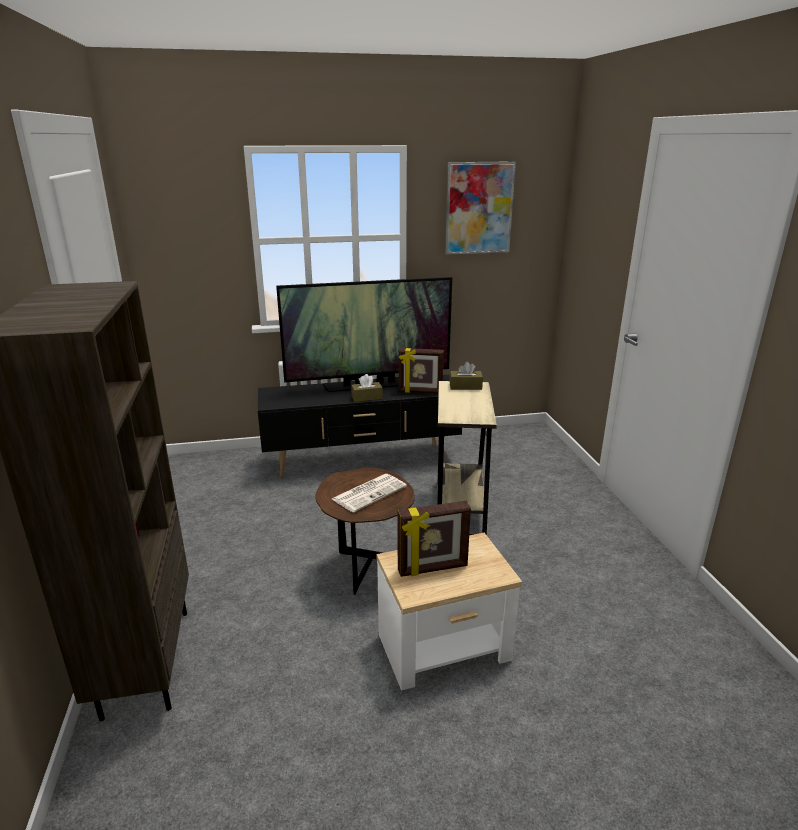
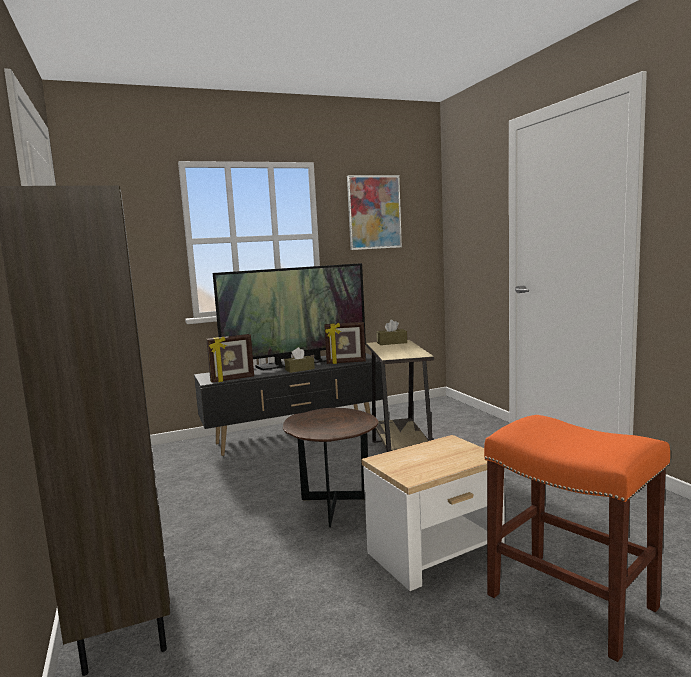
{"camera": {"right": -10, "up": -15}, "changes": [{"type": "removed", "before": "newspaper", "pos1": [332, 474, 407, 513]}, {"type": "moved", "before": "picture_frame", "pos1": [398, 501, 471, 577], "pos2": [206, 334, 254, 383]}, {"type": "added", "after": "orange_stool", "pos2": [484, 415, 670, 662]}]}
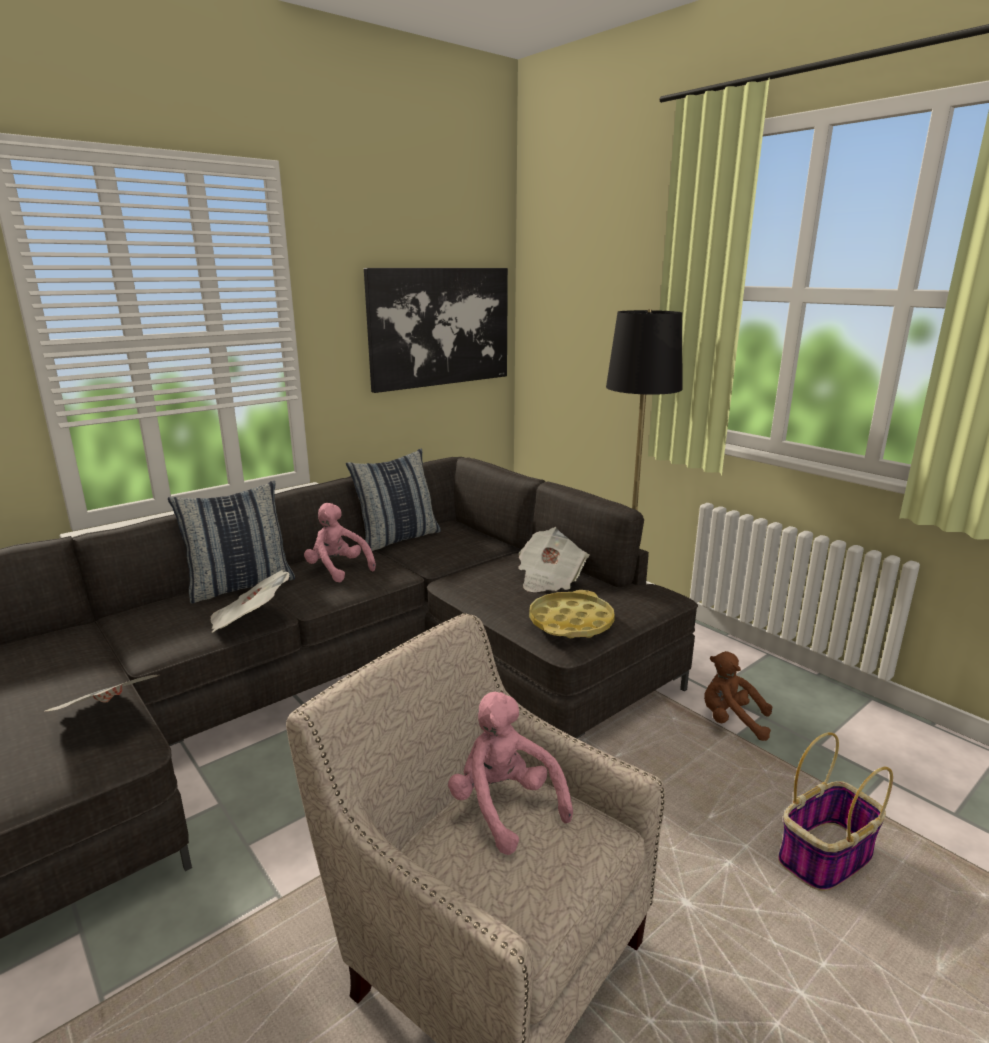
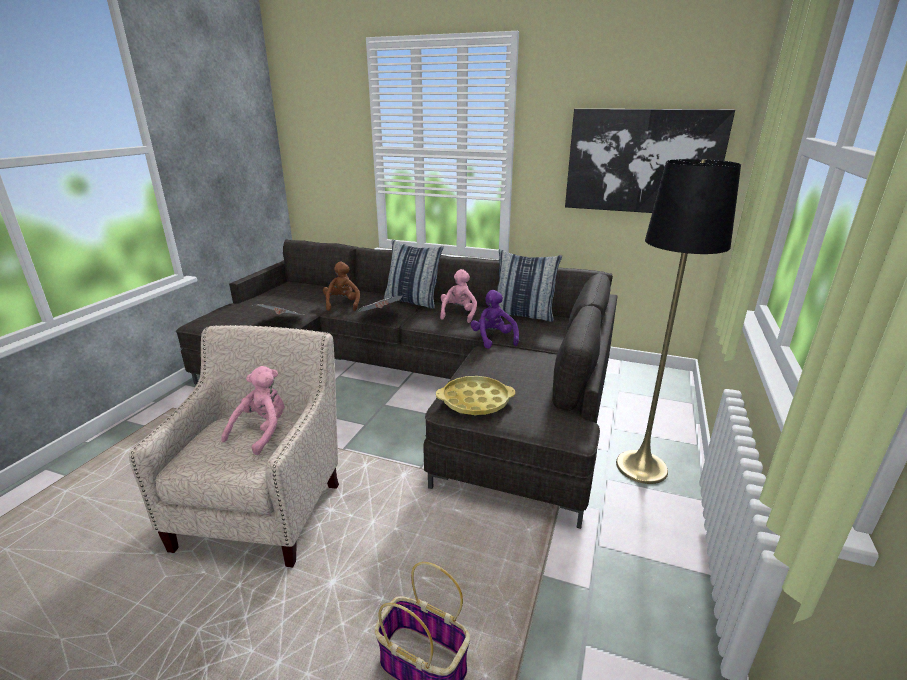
{"camera": {"right": 60, "up": 5}, "changes": [{"type": "removed", "before": "newspaper", "pos1": [518, 527, 590, 592]}, {"type": "moved", "before": "brown_plush_toy", "pos1": [704, 651, 772, 741], "pos2": [323, 262, 360, 311]}, {"type": "added", "after": "purple_plush_toy", "pos2": [471, 290, 519, 349]}]}
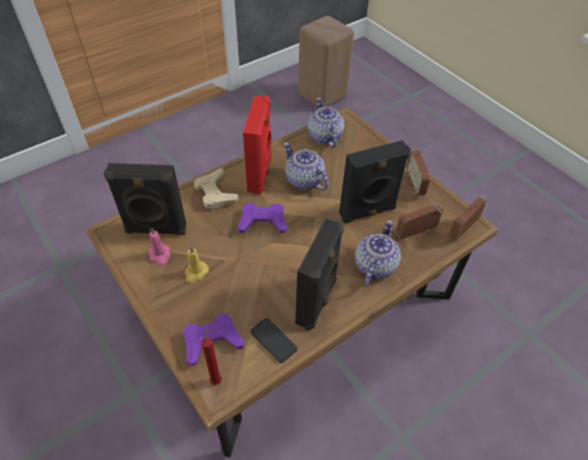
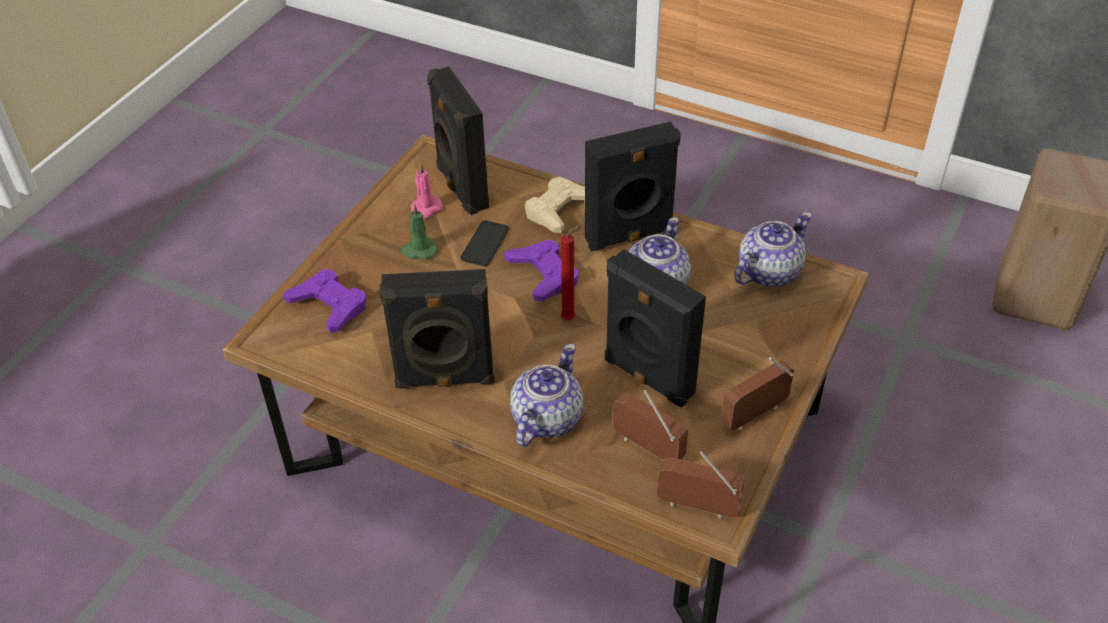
{"camera": {"right": 65, "up": -5}, "changes": [{"type": "recoloured", "before": "red_speaker", "after": "black_speaker", "pos1": [243, 95, 272, 194], "pos2": [585, 122, 681, 251]}, {"type": "turned", "before": "teapot", "pos1": [355, 220, 401, 286], "pos2": [510, 344, 583, 447], "turn": -60}, {"type": "recoloured", "before": "yellow_candle", "after": "green_candle", "pos1": [184, 246, 209, 283], "pos2": [400, 204, 438, 259]}, {"type": "moved", "before": "phone", "pos1": [250, 318, 297, 363], "pos2": [461, 221, 509, 266]}, {"type": "moved", "before": "red_candle", "pos1": [201, 327, 222, 385], "pos2": [561, 225, 580, 320]}]}
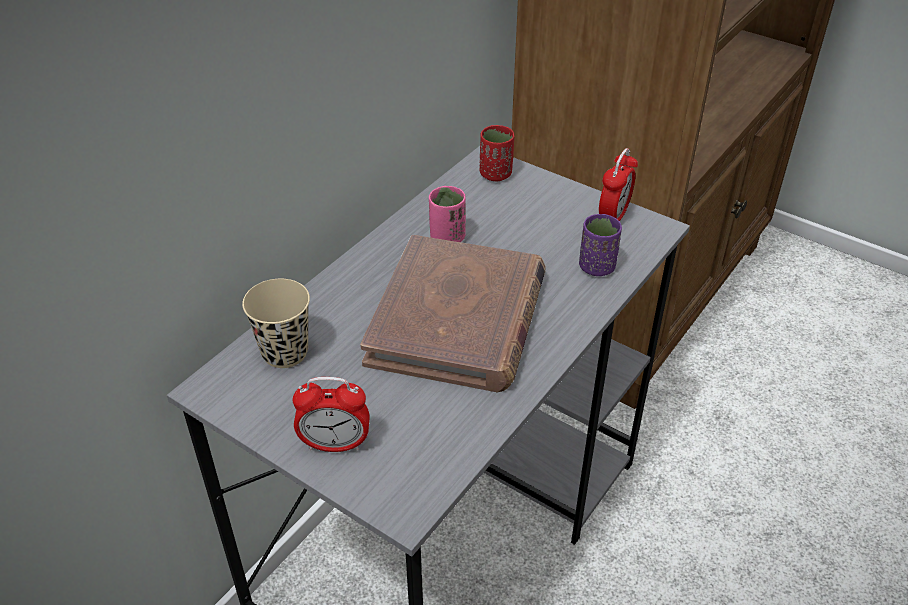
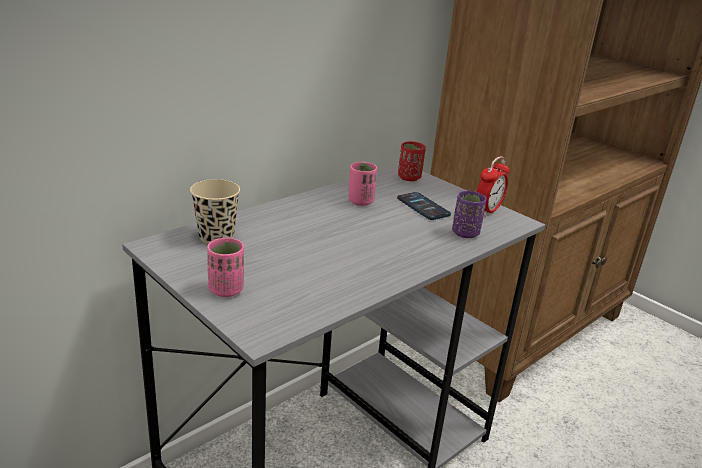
{"camera": {"right": 10, "up": -15}, "changes": [{"type": "removed", "before": "brown_book", "pos1": [360, 235, 546, 393]}, {"type": "replaced", "before": "alarm_clock", "after": "pink_cup", "pos1": [293, 377, 370, 452], "pos2": [207, 238, 244, 297]}, {"type": "added", "after": "phone", "pos2": [397, 192, 451, 220]}]}
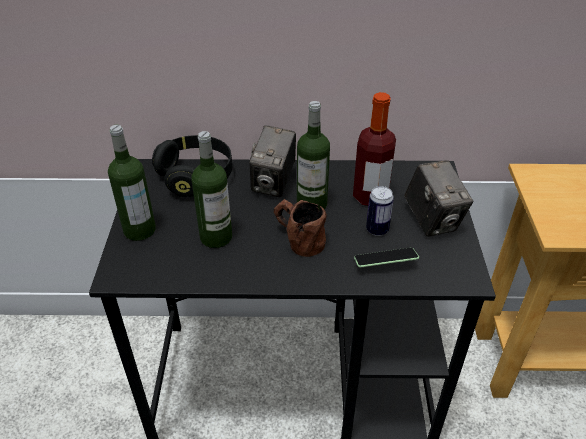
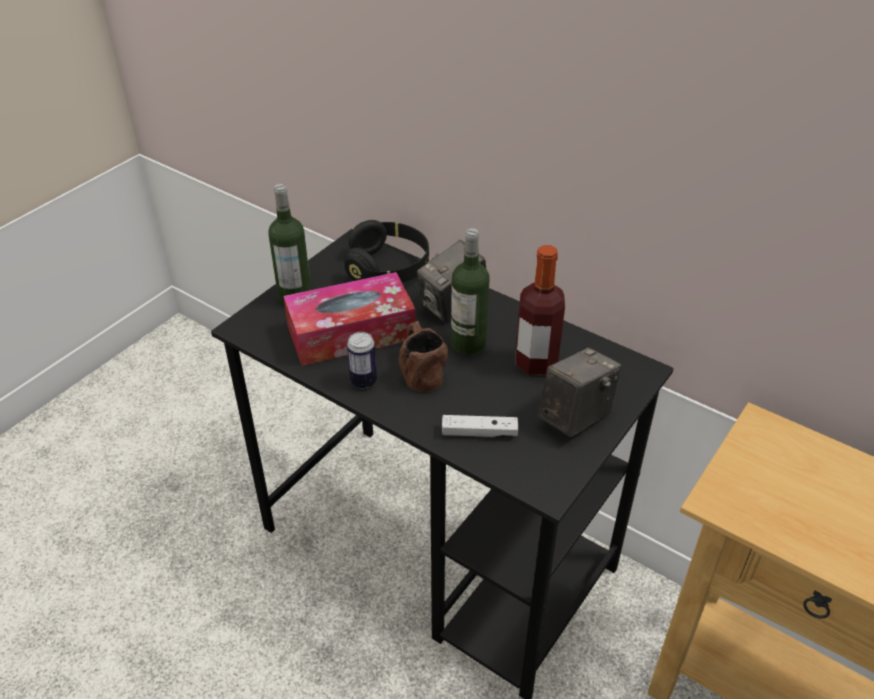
{"camera": {"right": 35, "up": 0}, "changes": [{"type": "replaced", "before": "bottle", "after": "tissue_box", "pos1": [191, 131, 232, 248], "pos2": [284, 272, 416, 366]}, {"type": "turned", "before": "photo_camera", "pos1": [404, 160, 473, 237], "pos2": [538, 348, 621, 437], "turn": -150}, {"type": "moved", "before": "can", "pos1": [366, 186, 394, 236], "pos2": [347, 332, 377, 389]}, {"type": "replaced", "before": "phone", "after": "white_game_controller", "pos1": [354, 248, 419, 268], "pos2": [442, 415, 518, 437]}]}
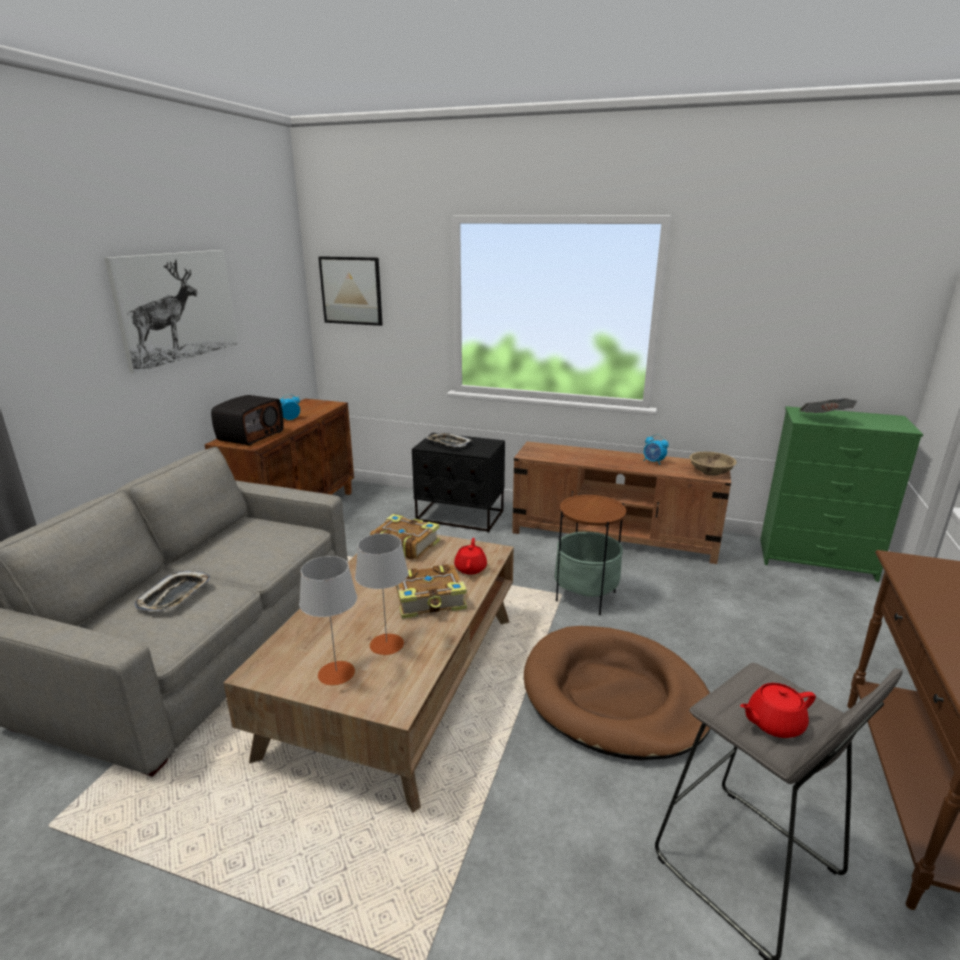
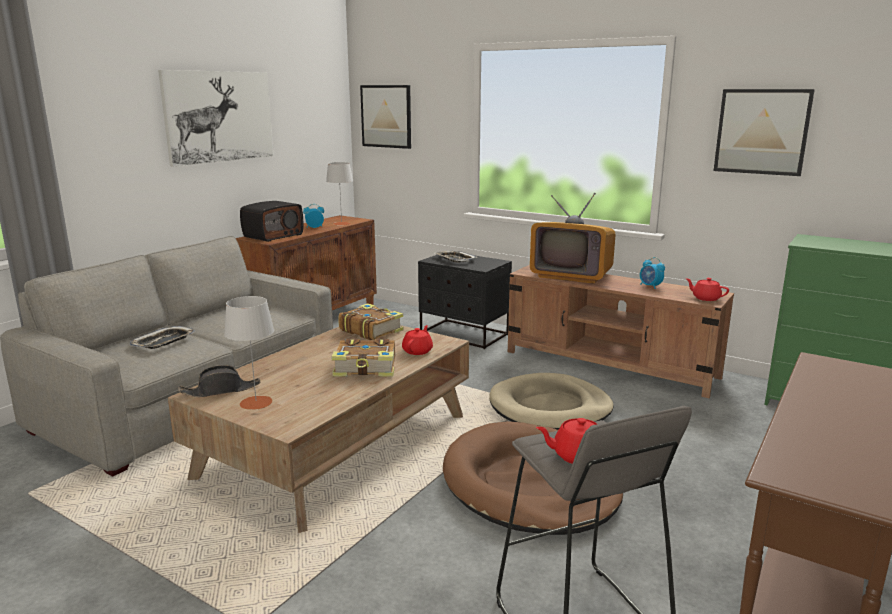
{"camera": {"right": 15, "up": -5}, "changes": [{"type": "removed", "before": "newspaper", "pos1": [800, 398, 857, 413]}, {"type": "replaced", "before": "beige_bowl", "after": "red_teapot", "pos1": [690, 452, 737, 476], "pos2": [685, 278, 729, 301]}, {"type": "replaced", "before": "side_table", "after": "beige_dog_bed", "pos1": [555, 494, 626, 615], "pos2": [489, 373, 613, 430]}, {"type": "moved", "before": "grey_table_lamp", "pos1": [355, 534, 408, 655], "pos2": [326, 162, 353, 225]}, {"type": "added", "after": "picture", "pos2": [714, 89, 815, 176]}, {"type": "added", "after": "television", "pos2": [530, 193, 616, 283]}, {"type": "added", "after": "black_hat", "pos2": [179, 365, 261, 397]}]}
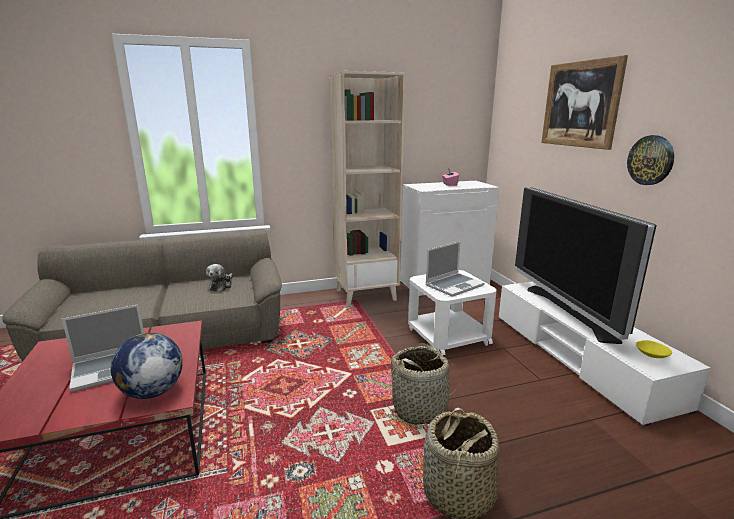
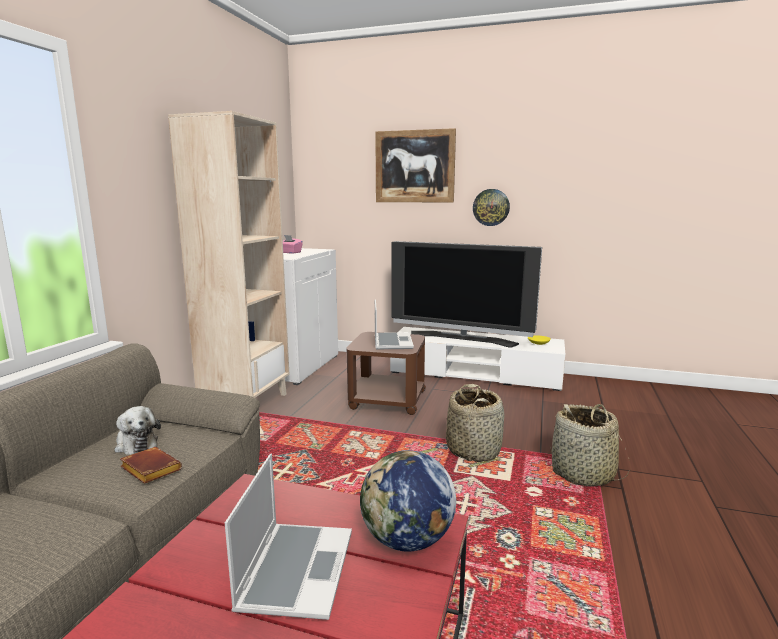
{"camera": {"right": -55, "up": -5}, "changes": [{"type": "recoloured", "before": "white_side_table", "after": "brown_side_table", "pos1": [408, 270, 497, 356], "pos2": [347, 332, 426, 415]}, {"type": "added", "after": "brown_book", "pos2": [120, 447, 182, 484]}]}
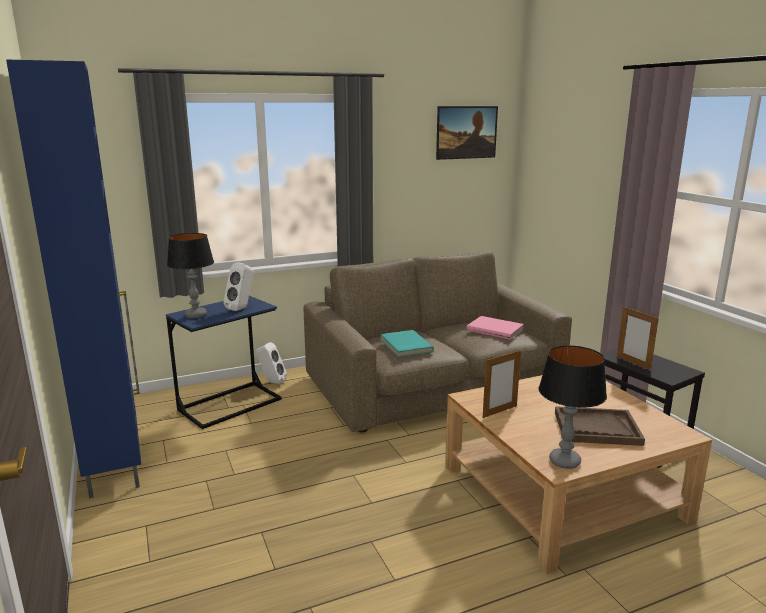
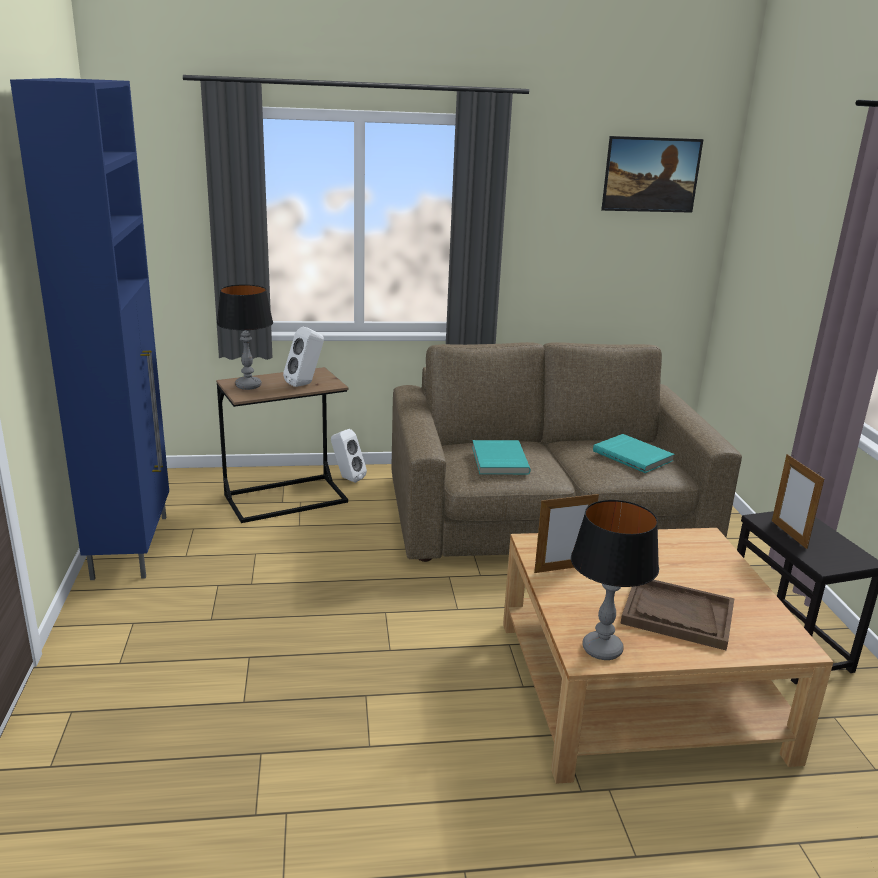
{"camera": {"right": 15, "up": 5}, "changes": [{"type": "recoloured", "before": "blue_side_table", "after": "brown_side_table", "pos1": [166, 296, 282, 429], "pos2": [216, 367, 349, 523]}, {"type": "recoloured", "before": "pink_book", "after": "turquoise_book", "pos1": [466, 316, 524, 340], "pos2": [593, 434, 674, 473]}]}
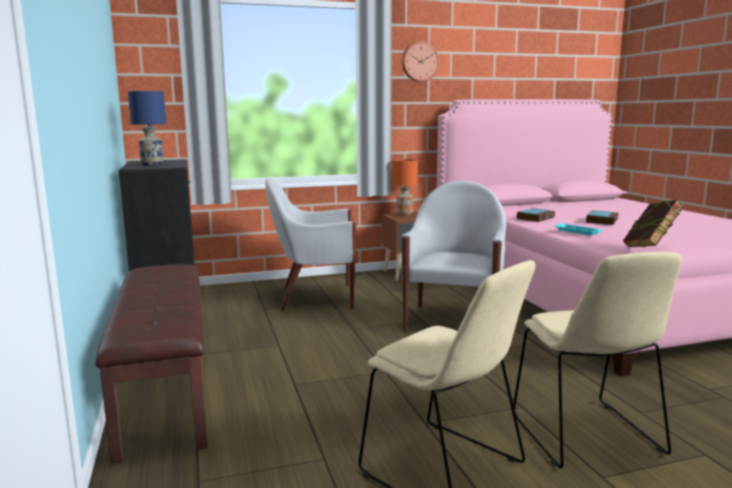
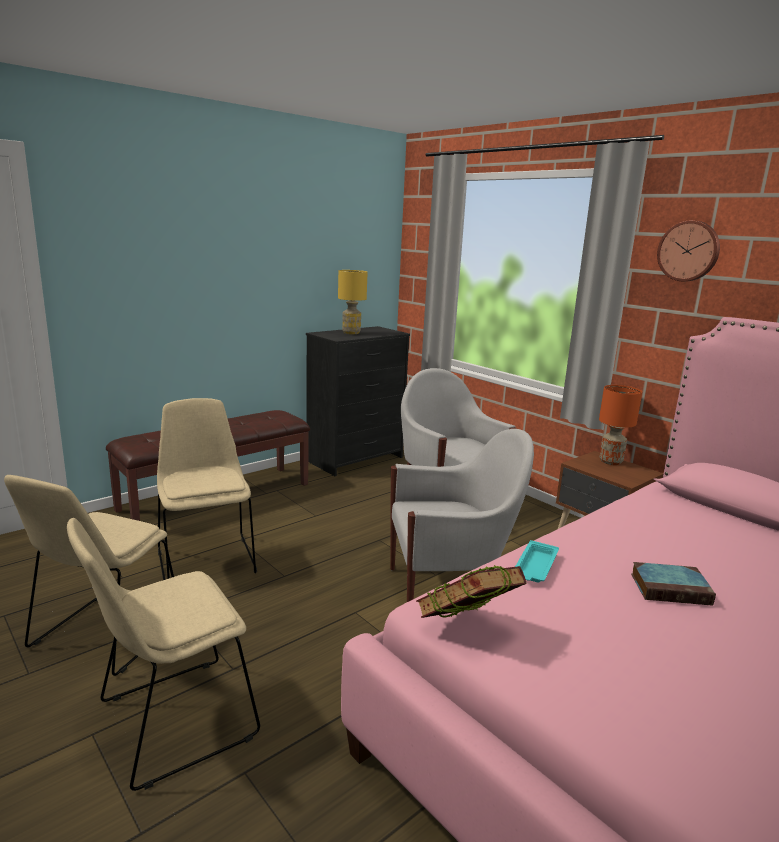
{"camera": {"right": 65, "up": 5}, "changes": [{"type": "recoloured", "before": "blue_table_lamp", "after": "yellow_table_lamp", "pos1": [128, 91, 166, 165], "pos2": [338, 270, 367, 334]}, {"type": "removed", "before": "book", "pos1": [517, 208, 555, 222]}, {"type": "added", "after": "beige_chair", "pos2": [157, 398, 257, 580]}]}
